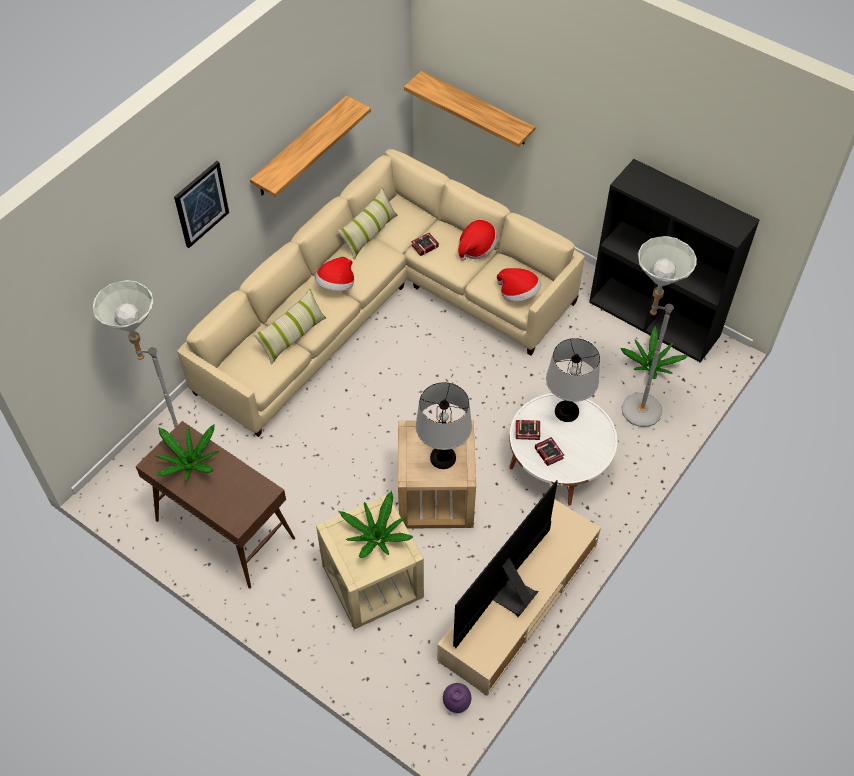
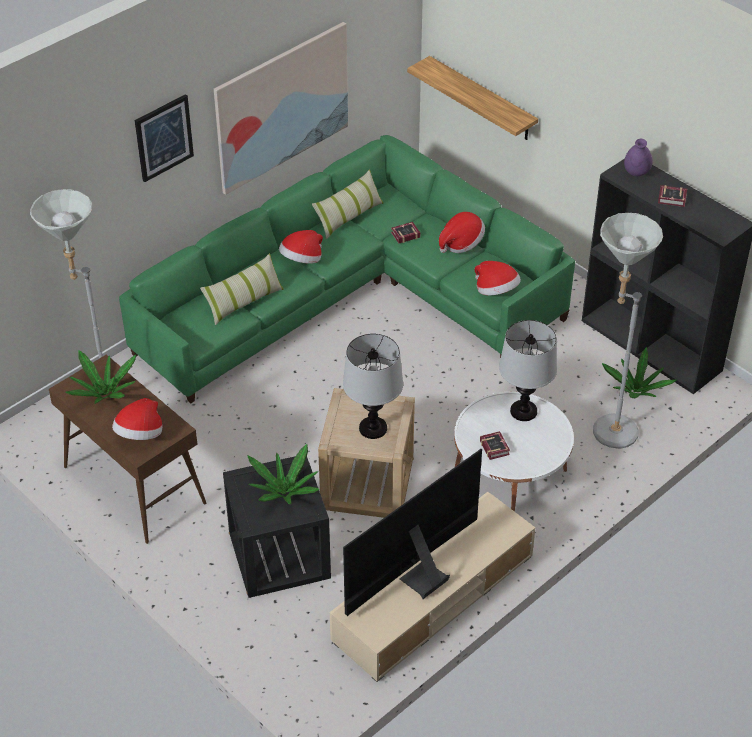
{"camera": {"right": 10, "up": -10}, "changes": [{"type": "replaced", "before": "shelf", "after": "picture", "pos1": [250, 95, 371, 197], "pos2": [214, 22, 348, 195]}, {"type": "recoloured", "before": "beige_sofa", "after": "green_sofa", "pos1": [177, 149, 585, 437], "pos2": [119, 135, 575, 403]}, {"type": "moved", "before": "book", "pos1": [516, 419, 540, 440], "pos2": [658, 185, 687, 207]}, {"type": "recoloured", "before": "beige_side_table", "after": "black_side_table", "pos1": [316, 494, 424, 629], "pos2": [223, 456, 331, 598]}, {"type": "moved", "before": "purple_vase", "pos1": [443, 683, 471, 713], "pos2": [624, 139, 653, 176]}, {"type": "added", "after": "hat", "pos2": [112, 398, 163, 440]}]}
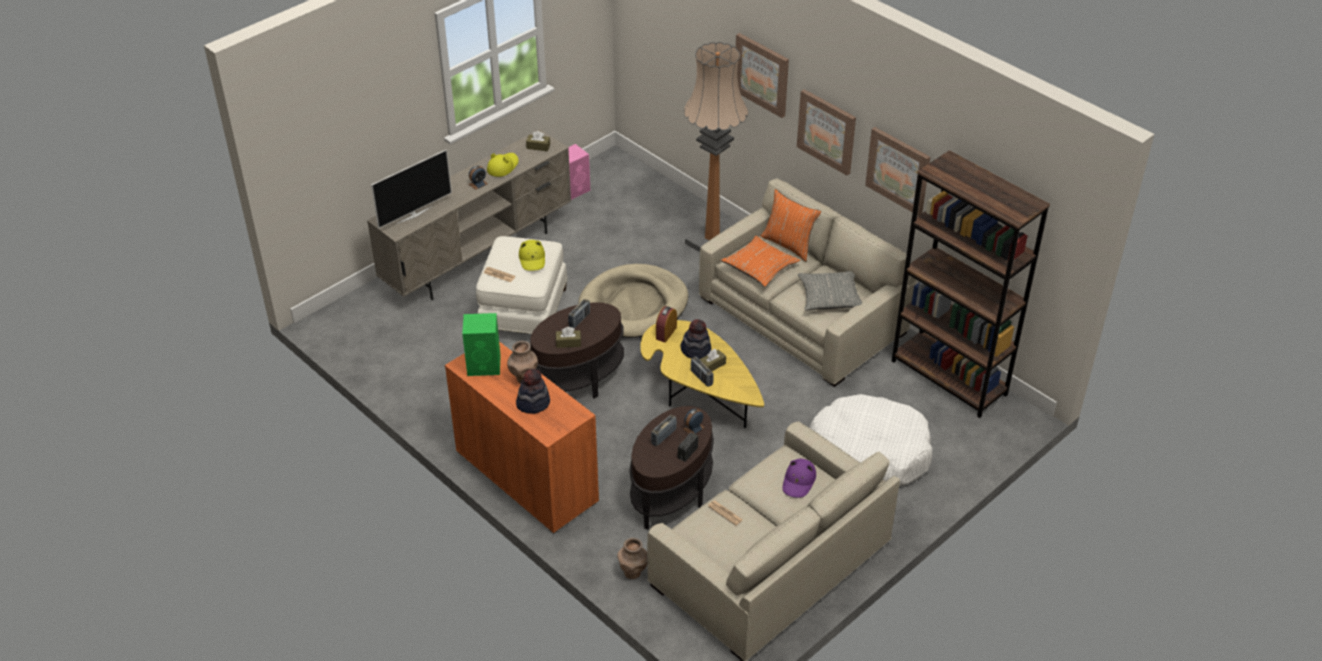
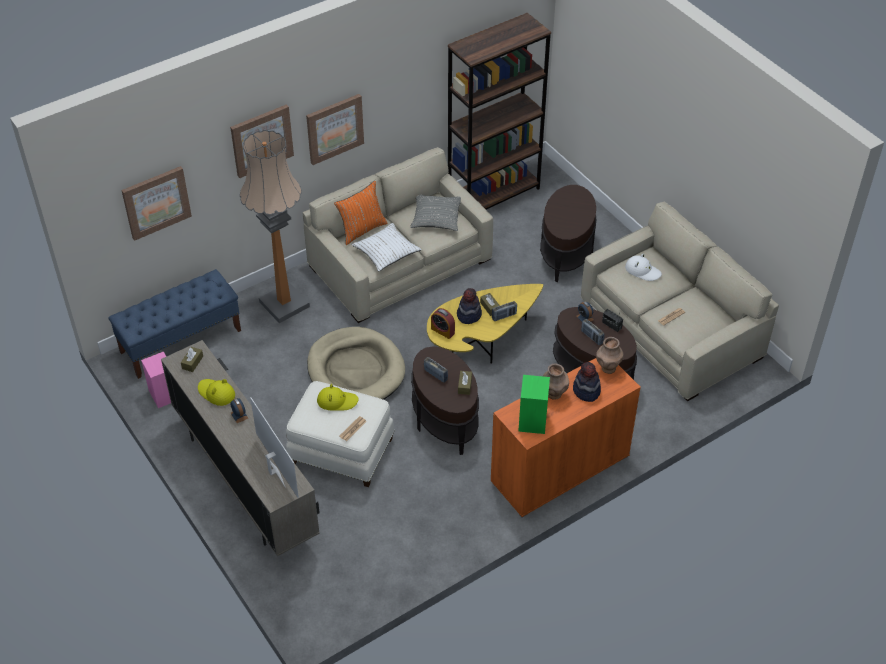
{"camera": {"right": -80, "up": 5}, "changes": [{"type": "moved", "before": "picture", "pos1": [865, 127, 930, 216], "pos2": [121, 166, 192, 241]}, {"type": "recoloured", "before": "orange_pillow", "after": "white_pillow", "pos1": [721, 236, 800, 287], "pos2": [352, 223, 422, 271]}, {"type": "replaced", "before": "white_dog_bed", "after": "brown_side_table", "pos1": [809, 394, 932, 486], "pos2": [540, 185, 596, 282]}, {"type": "recoloured", "before": "purple_hat", "after": "white_hat", "pos1": [782, 459, 816, 498], "pos2": [625, 253, 662, 281]}, {"type": "moved", "before": "brown_vase", "pos1": [617, 538, 647, 579], "pos2": [596, 337, 624, 374]}, {"type": "added", "after": "blue_bench", "pos2": [108, 269, 241, 379]}]}
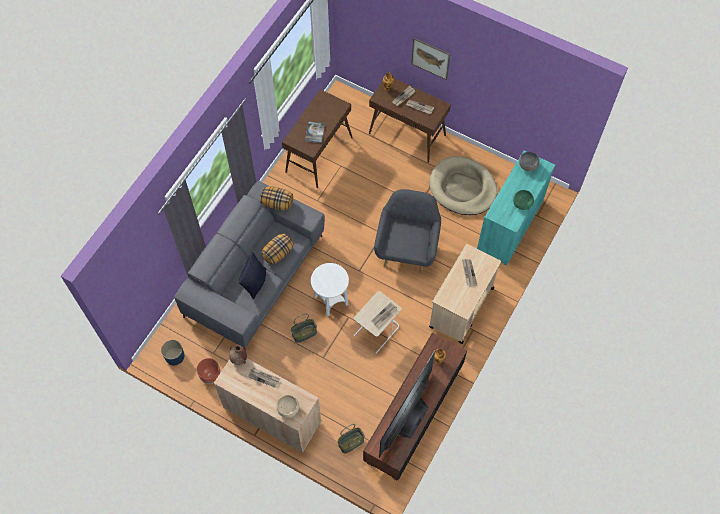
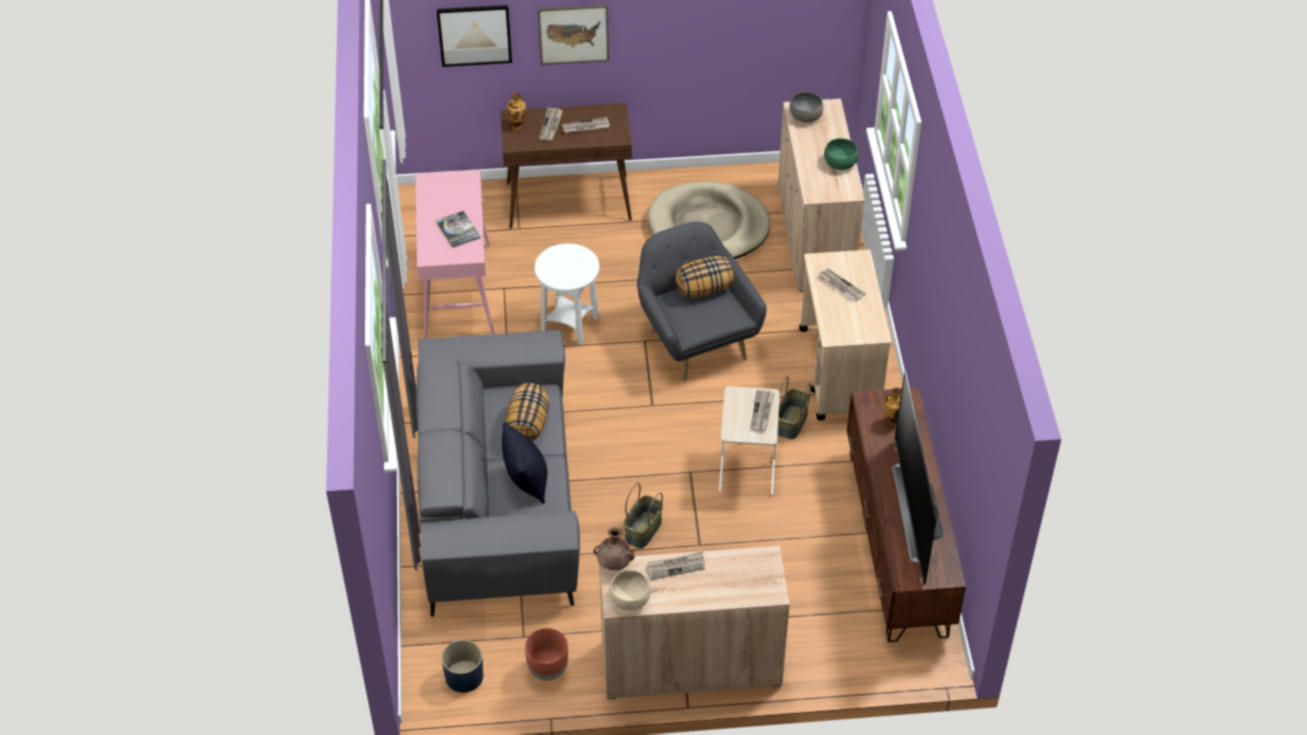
{"camera": {"right": -35, "up": -15}, "changes": [{"type": "recoloured", "before": "brown_console_table", "after": "pink_console_table", "pos1": [282, 89, 353, 189], "pos2": [416, 170, 494, 339]}, {"type": "recoloured", "before": "turquoise_cabinet", "after": "beige_cabinet", "pos1": [477, 150, 555, 265], "pos2": [778, 99, 865, 292]}, {"type": "moved", "before": "pillow", "pos1": [260, 186, 293, 210], "pos2": [676, 256, 734, 298]}, {"type": "moved", "before": "white_side_table", "pos1": [311, 263, 349, 317], "pos2": [535, 243, 599, 345]}, {"type": "moved", "before": "beige_bowl", "pos1": [277, 395, 299, 418], "pos2": [609, 570, 651, 611]}, {"type": "moved", "before": "basket", "pos1": [338, 424, 365, 453], "pos2": [777, 376, 811, 439]}, {"type": "added", "after": "picture", "pos2": [437, 5, 512, 67]}]}
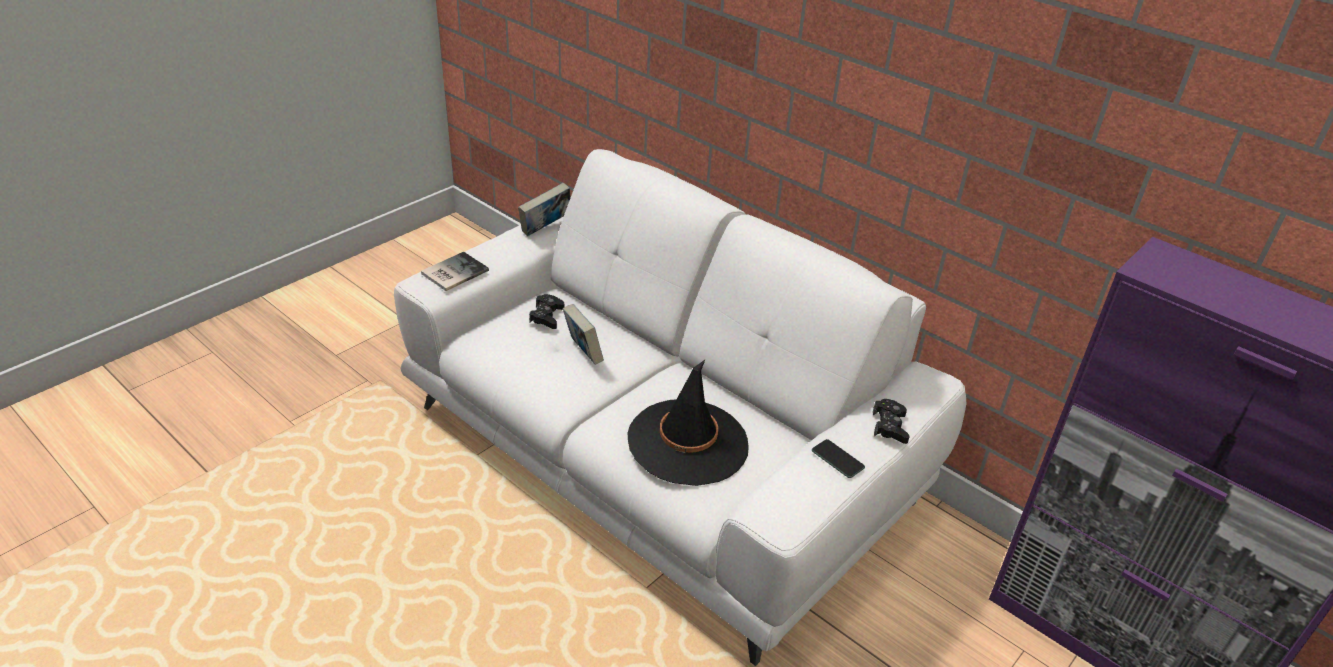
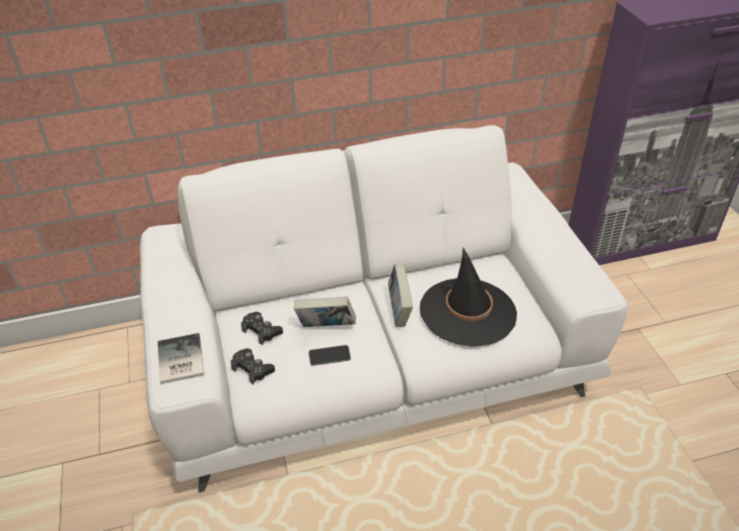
{"camera": {"right": -55, "up": 5}, "changes": [{"type": "moved", "before": "book", "pos1": [518, 183, 571, 237], "pos2": [388, 264, 413, 327]}, {"type": "moved", "before": "black_game_controller", "pos1": [873, 399, 909, 444], "pos2": [231, 348, 275, 385]}, {"type": "moved", "before": "phone", "pos1": [812, 439, 865, 478], "pos2": [309, 345, 351, 366]}]}
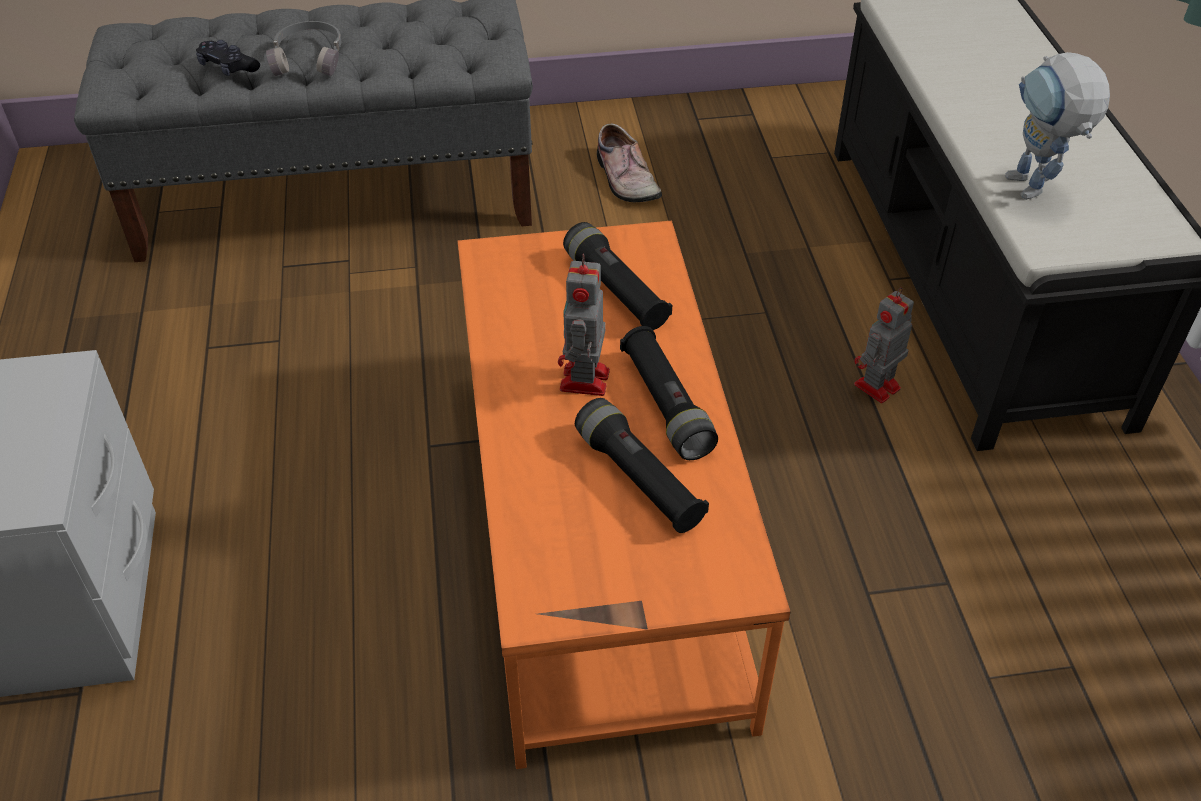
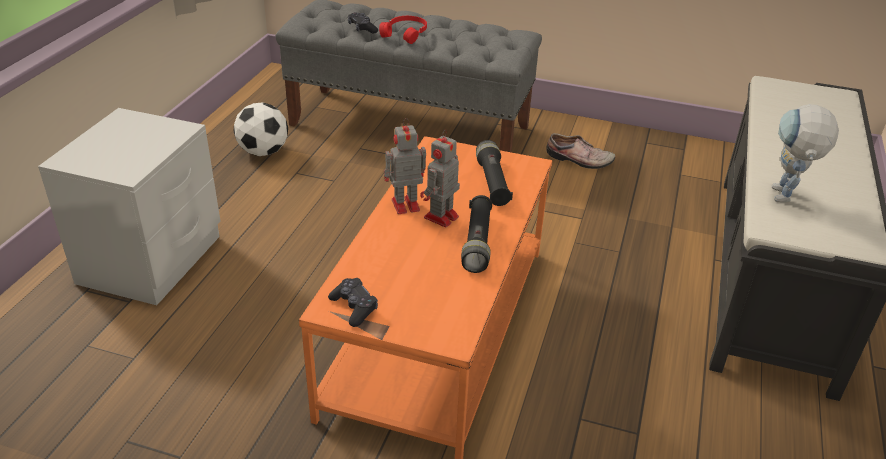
{"camera": {"right": 25, "up": -10}, "changes": [{"type": "recoloured", "before": "grey_headphones", "after": "red_headphones", "pos1": [266, 21, 341, 76], "pos2": [379, 16, 427, 44]}, {"type": "turned", "before": "shoe", "pos1": [597, 124, 662, 202], "pos2": [546, 133, 615, 169], "turn": -75}, {"type": "moved", "before": "toy_robot", "pos1": [854, 287, 914, 403], "pos2": [384, 118, 426, 214]}, {"type": "removed", "before": "black_flashlight", "pos1": [575, 398, 709, 533]}, {"type": "added", "after": "football", "pos2": [234, 102, 288, 156]}, {"type": "added", "after": "black_game_controller", "pos2": [328, 278, 378, 327]}]}
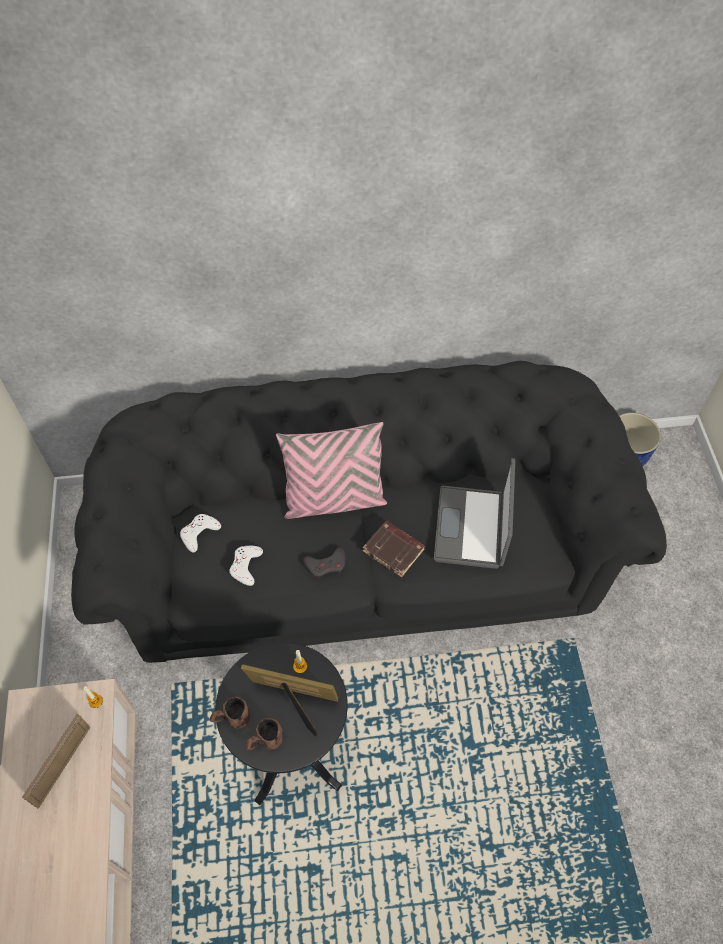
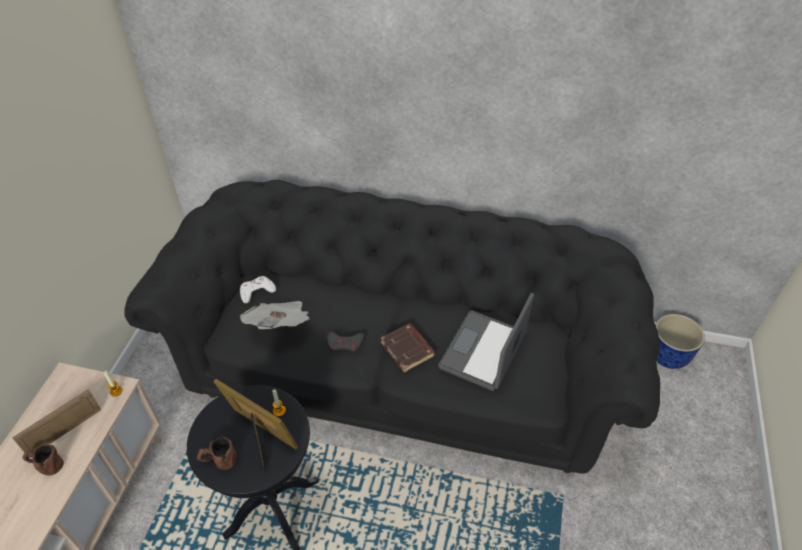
{"camera": {"right": 20, "up": -10}, "changes": [{"type": "removed", "before": "pink_pillow", "pos1": [276, 422, 387, 519]}, {"type": "replaced", "before": "white_game_controller", "after": "newspaper", "pos1": [230, 546, 263, 586], "pos2": [240, 301, 310, 329]}, {"type": "moved", "before": "brown_mug", "pos1": [210, 696, 250, 729], "pos2": [22, 445, 64, 476]}]}
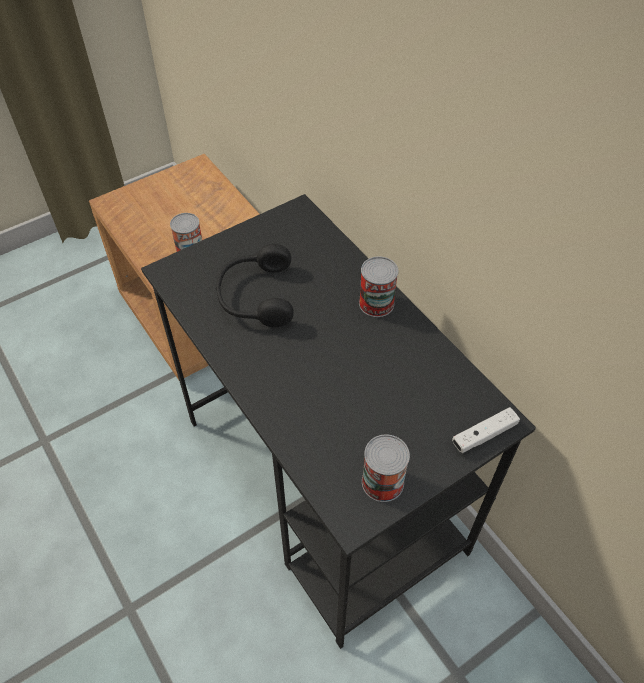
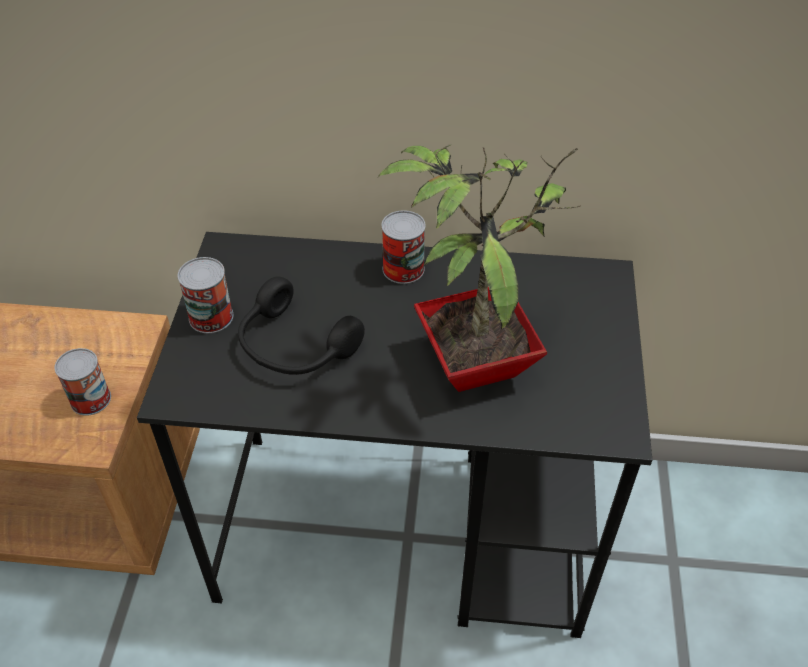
{"camera": {"right": -50, "up": -5}, "changes": [{"type": "removed", "before": "white_game_controller", "pos1": [452, 407, 520, 453]}, {"type": "moved", "before": "can", "pos1": [362, 434, 410, 502], "pos2": [178, 257, 233, 333]}, {"type": "added", "after": "potted_plant", "pos2": [378, 144, 581, 392]}]}
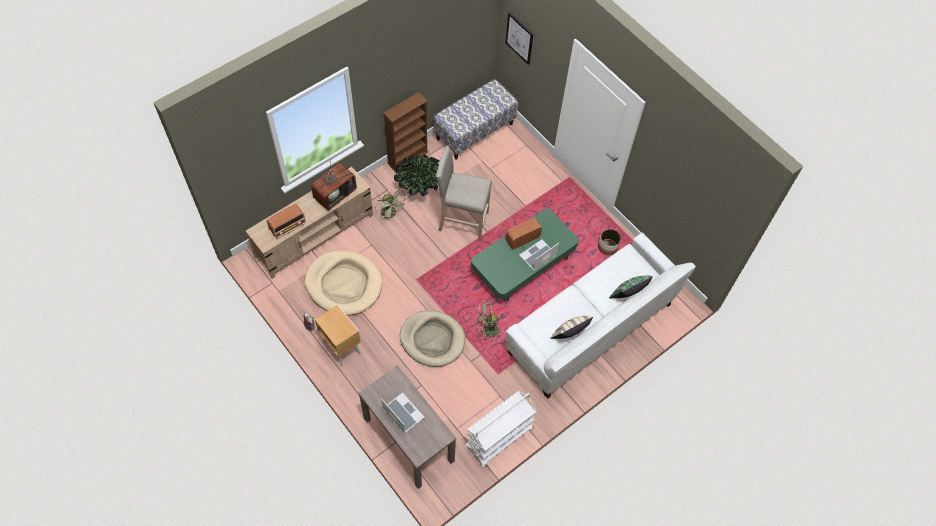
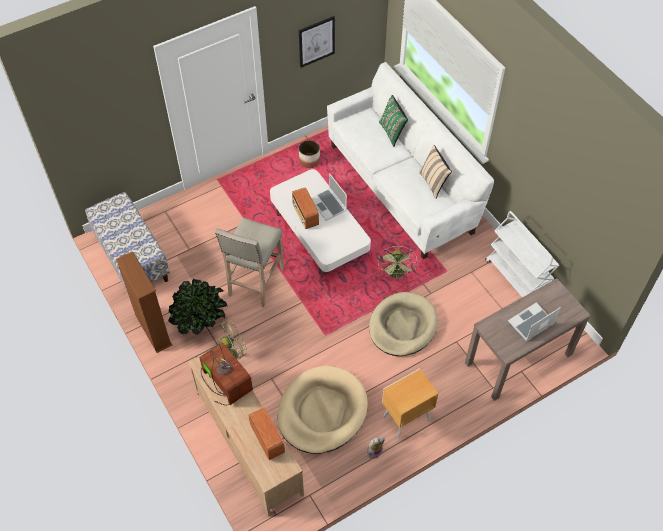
{"camera": {"right": -80, "up": -5}, "changes": [{"type": "moved", "before": "picture", "pos1": [506, 12, 533, 65], "pos2": [299, 16, 335, 68]}, {"type": "recoloured", "before": "green_coffee_table", "after": "white_coffee_table", "pos1": [471, 209, 579, 301], "pos2": [270, 169, 371, 274]}]}
